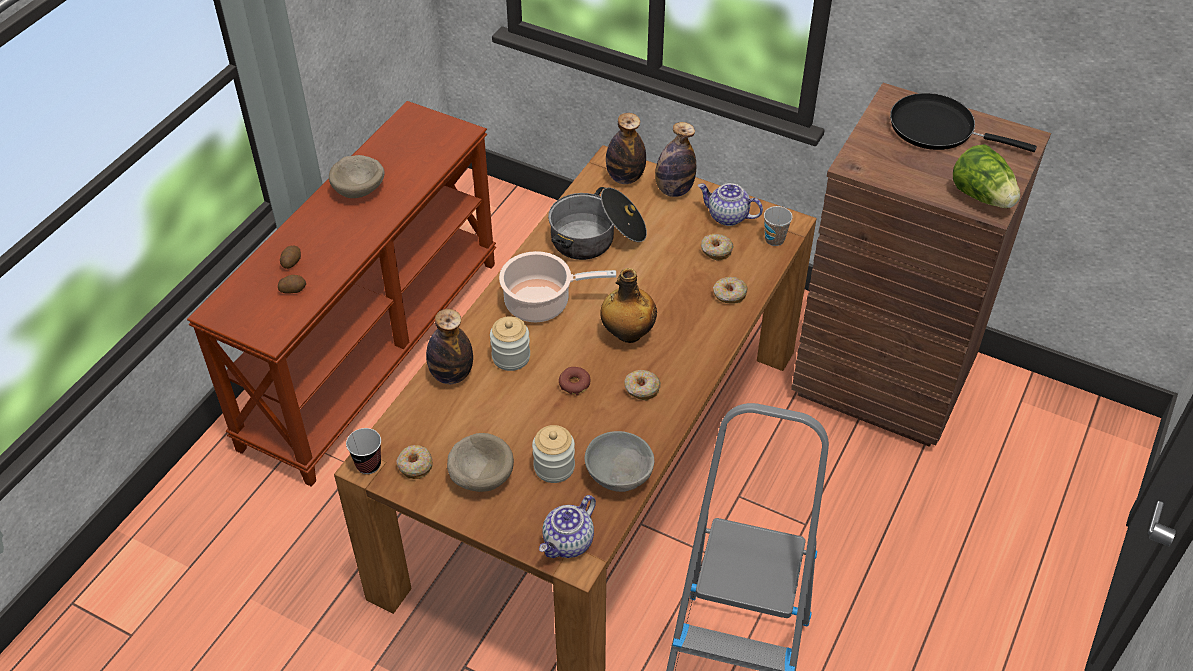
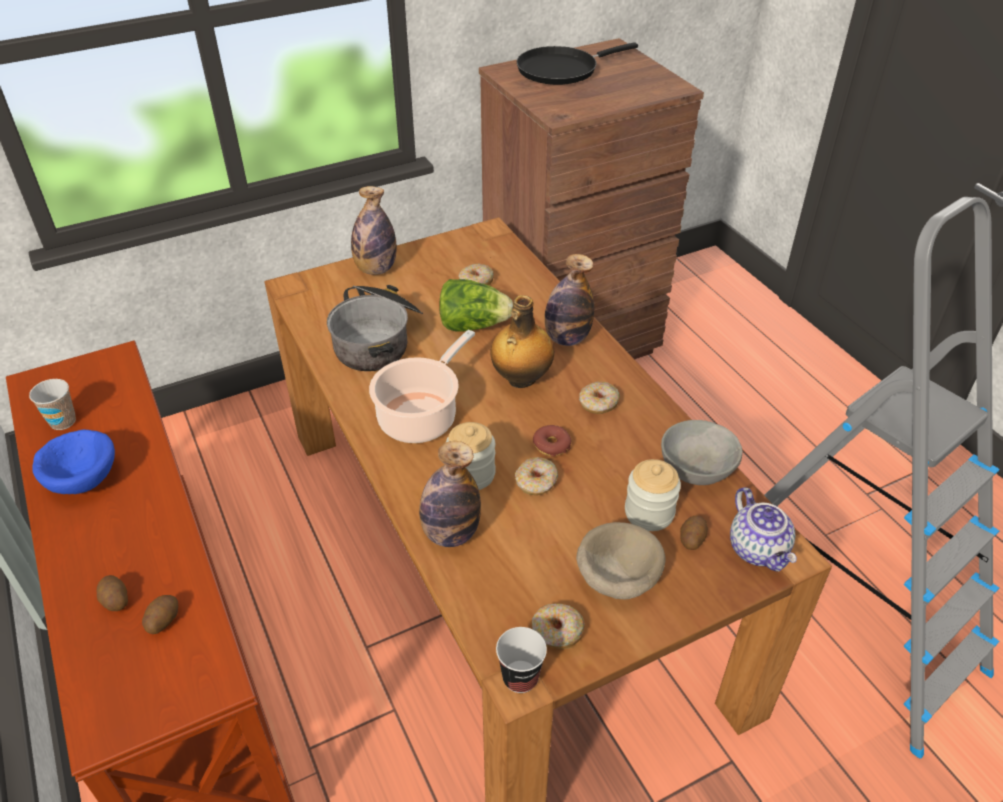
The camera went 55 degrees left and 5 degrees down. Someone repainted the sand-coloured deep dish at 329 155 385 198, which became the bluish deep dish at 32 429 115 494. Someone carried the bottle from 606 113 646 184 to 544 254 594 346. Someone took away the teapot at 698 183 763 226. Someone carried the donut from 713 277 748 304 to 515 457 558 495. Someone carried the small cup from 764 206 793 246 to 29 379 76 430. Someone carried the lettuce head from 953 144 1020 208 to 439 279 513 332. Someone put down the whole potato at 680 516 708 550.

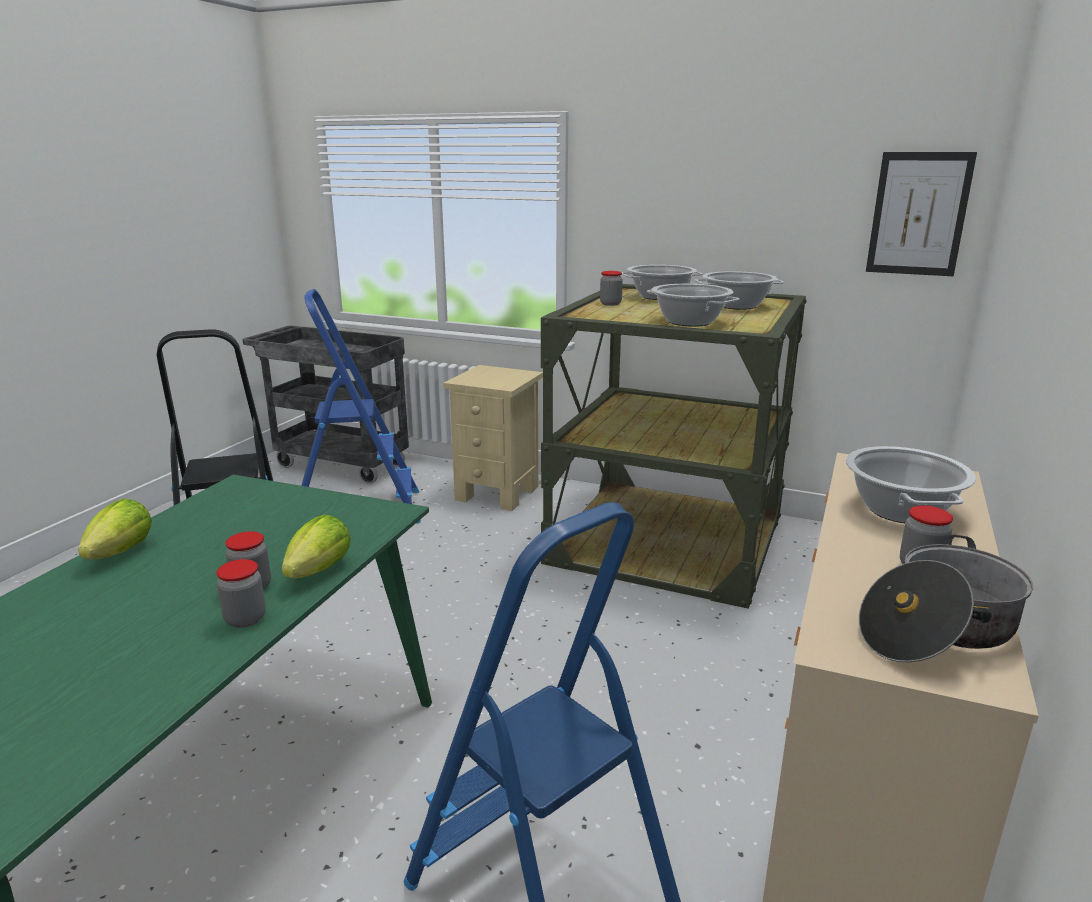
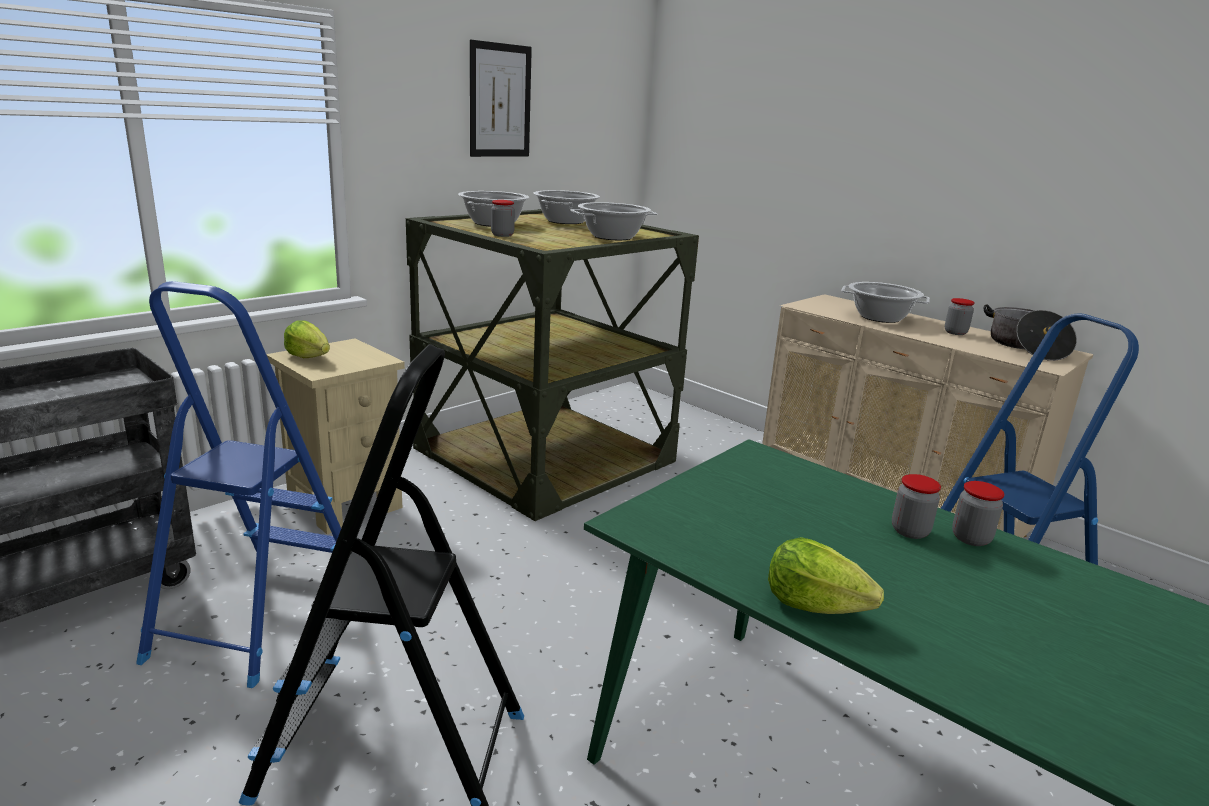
The camera went 70 degrees left and 0 degrees up. Someone carried the lettuce head from 282 515 351 578 to 284 320 330 358. Someone carried the wall picture from 866 152 977 276 to 470 40 532 157.

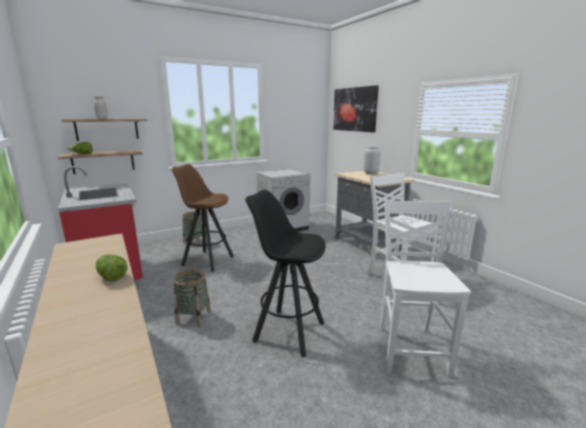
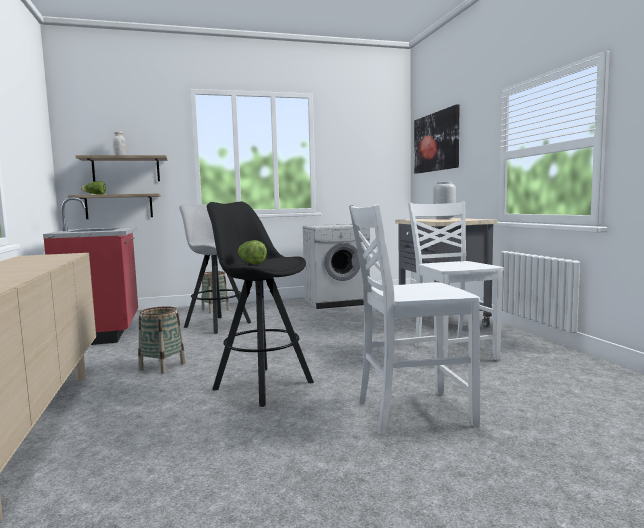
The camera went 15 degrees right and 10 degrees down. Someone carried the lettuce head from 96 254 128 281 to 238 240 267 265. Someone repainted the brown-coloured stool at 171 164 234 272, which became the greyish stool at 179 204 251 334. Someone rotated the whitish plain chair at 379 200 471 377 by 120 degrees counterclockwise.

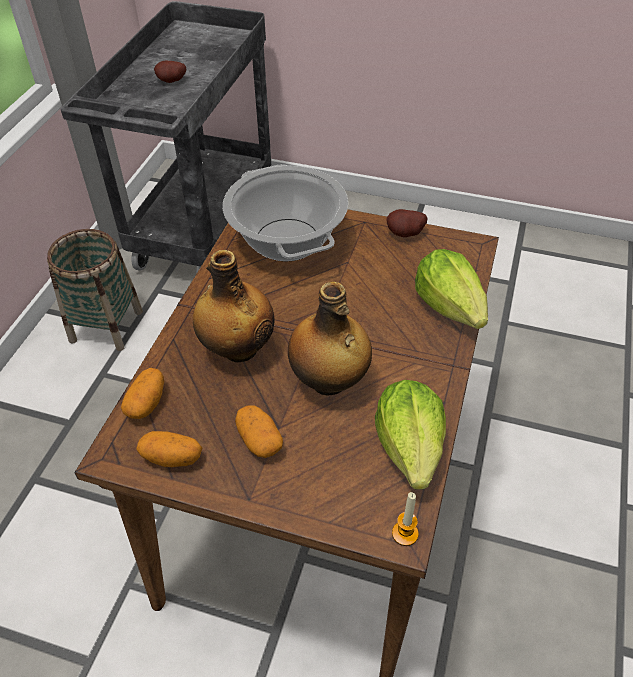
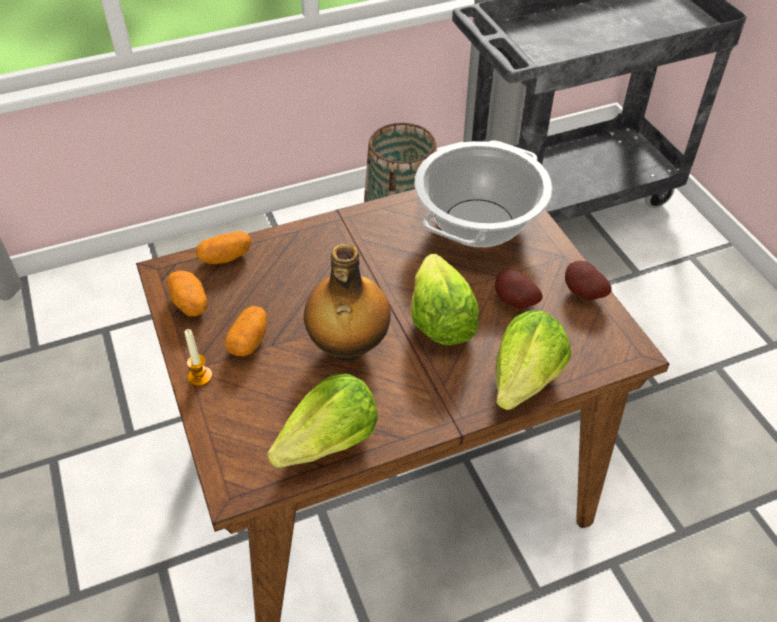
The camera went 50 degrees right and 0 degrees up. Someone carried the whole potato from 154 61 187 83 to 495 270 543 309. Someone took away the bottle at 193 250 274 362. Someone carried the wax light from 392 492 419 546 to 184 329 212 386. Someone put down the lettuce head at 411 254 479 345.

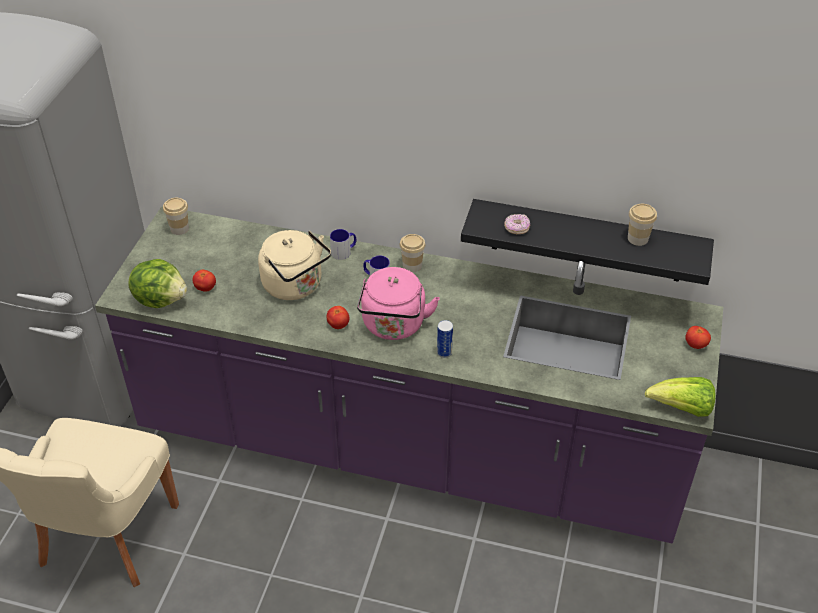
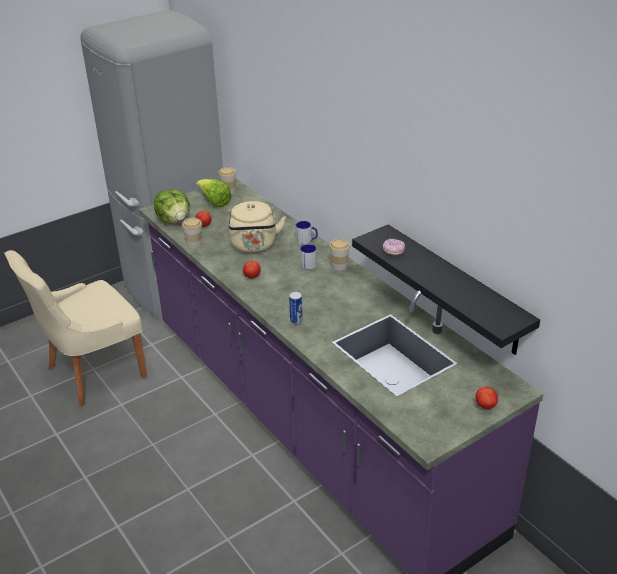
The camera went 40 degrees right and 10 degrees down. Someone took away the pinkish kettle at 357 267 440 340. Someone carried the small cup from 628 204 657 246 to 182 218 202 248. Someone carried the lettuce head from 645 377 715 417 to 196 179 231 207.

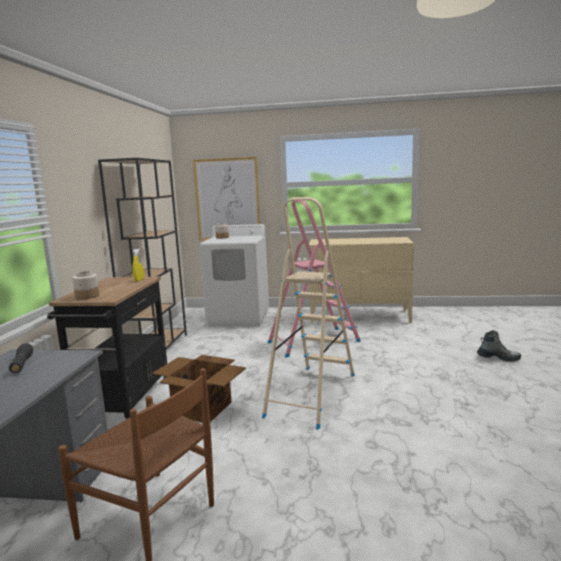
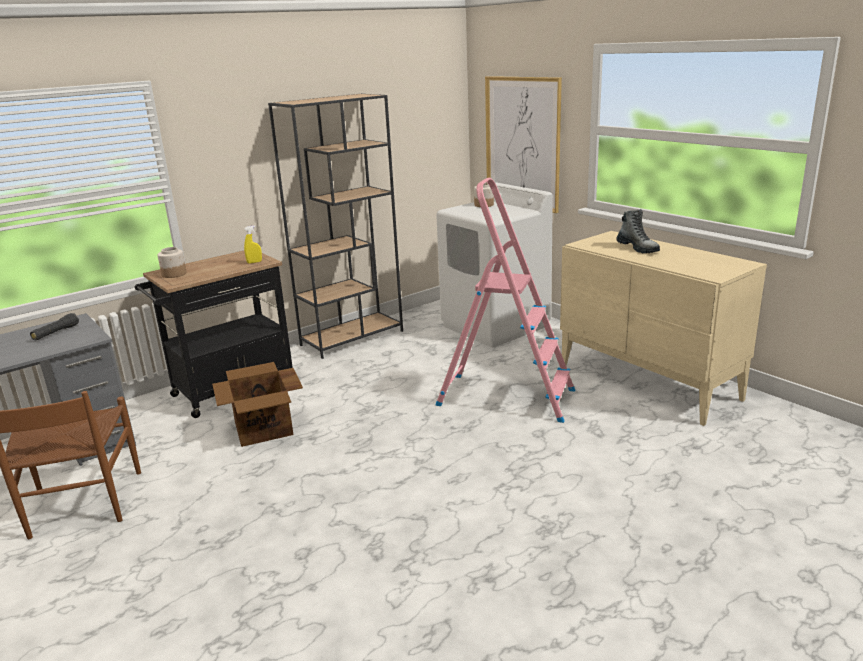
The camera went 45 degrees right and 10 degrees up. Someone took away the sand-coloured stepladder at 262 197 355 430. Someone carried the boot from 477 330 521 362 to 616 209 660 253.

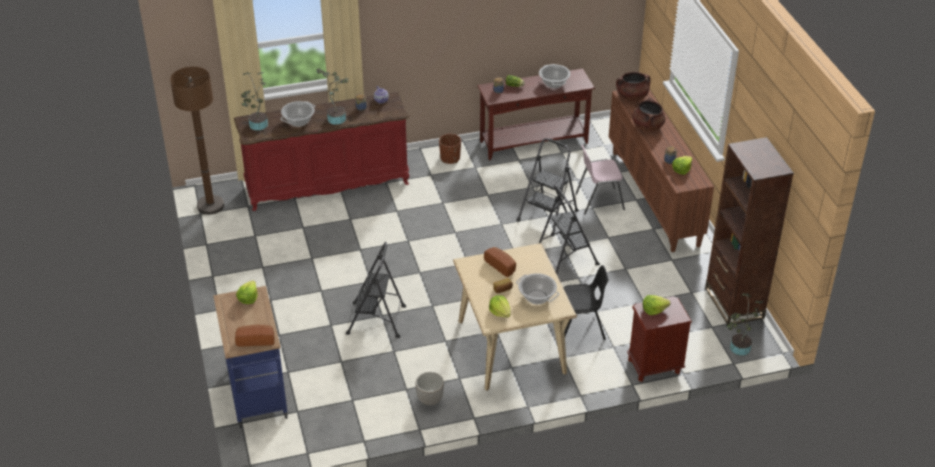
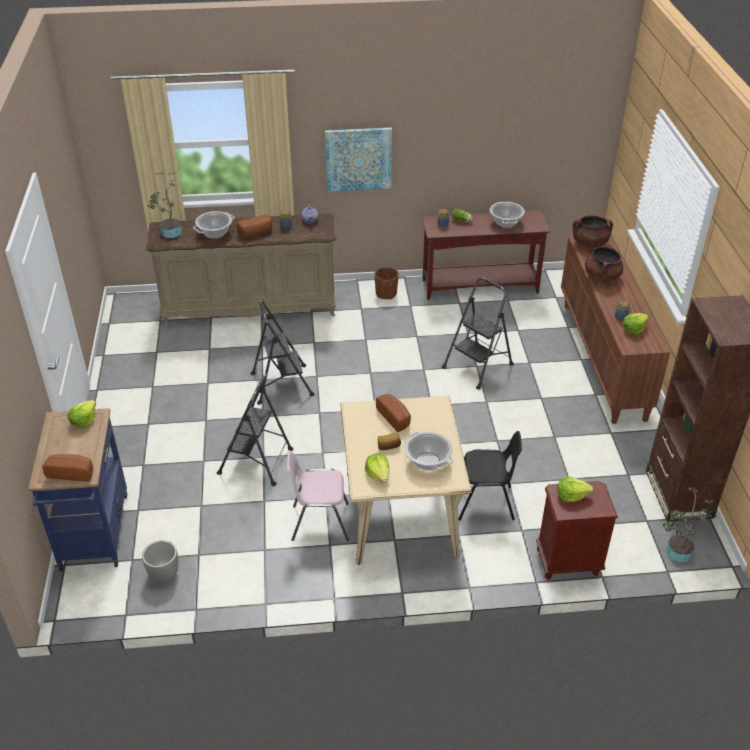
The camera went 10 degrees right and 0 degrees up. Someone took away the brown-coloured standing lamp at 170 67 224 215. Someone repainted the red-coloured cabinet at 234 92 410 211, which became the sand-coloured cabinet at 146 214 336 326. Someone swapped the potted plant at 316 68 349 125 for the baked bread at 237 214 272 237. Someone carried the plant pot from 415 372 444 405 to 142 540 178 581. Someone carried the blackish stepladder from 538 185 600 274 to 251 299 315 405. Someone carried the pinkish plain chair from 575 145 625 215 to 287 450 349 541. Someone put up the wall picture at 325 128 392 192.

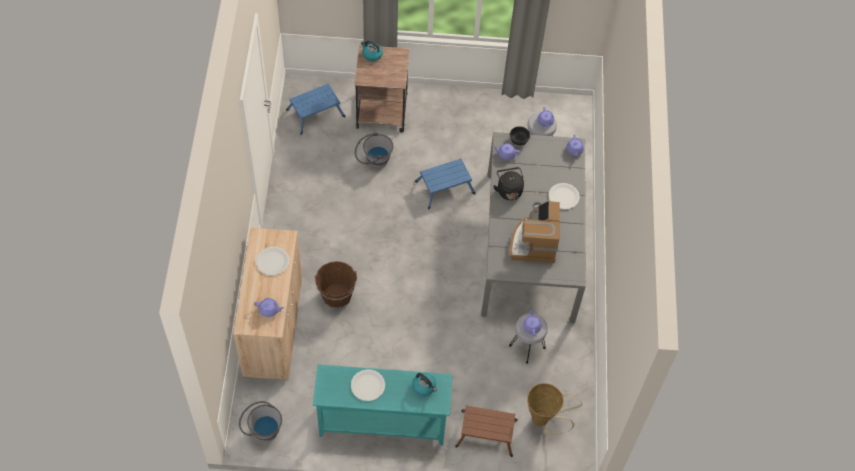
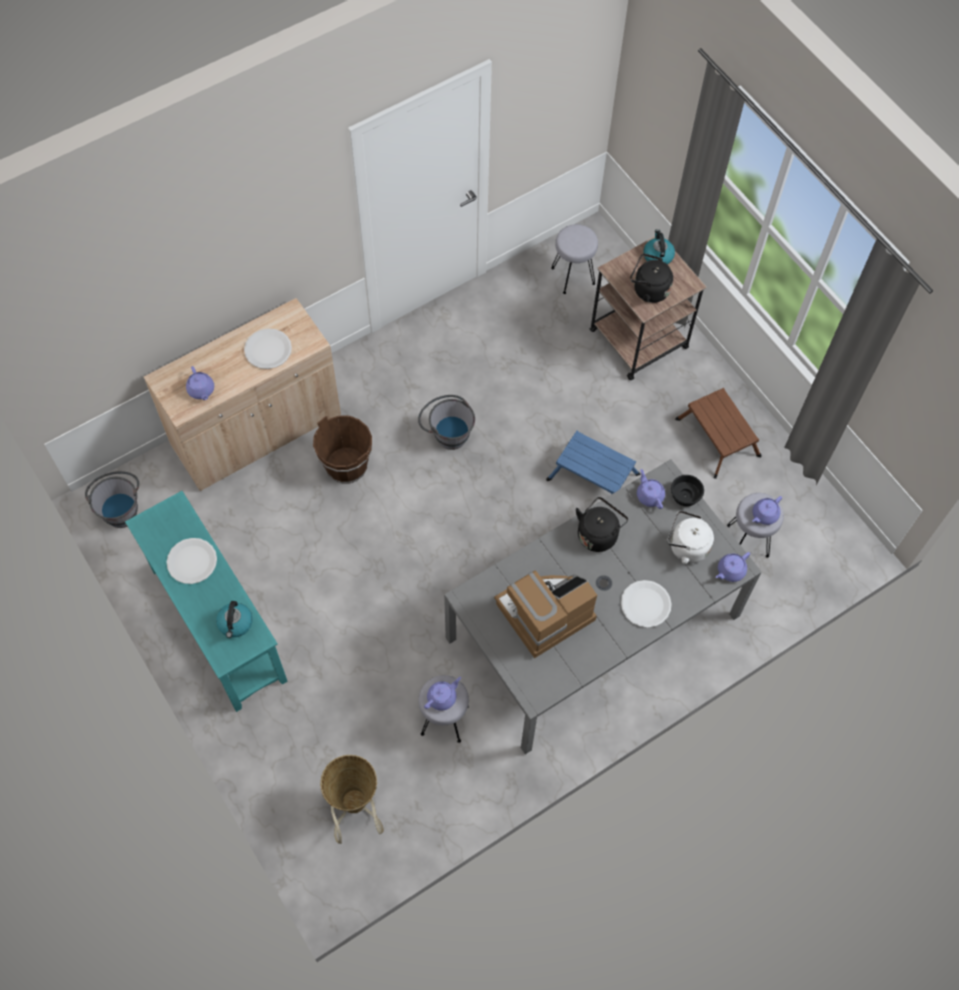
The camera went 55 degrees right and 5 degrees up. Someone swapped the bluish stepladder at 286 83 346 135 for the greyish stool at 551 224 598 294. Someone carried the greyish pail from 355 132 394 168 to 418 395 475 450. Someone carried the brown-coloured stepladder from 455 405 518 457 to 675 388 762 479. Someone put down the blackish kettle at 630 253 673 303. Someone put down the whitish kettle at 667 511 714 564.

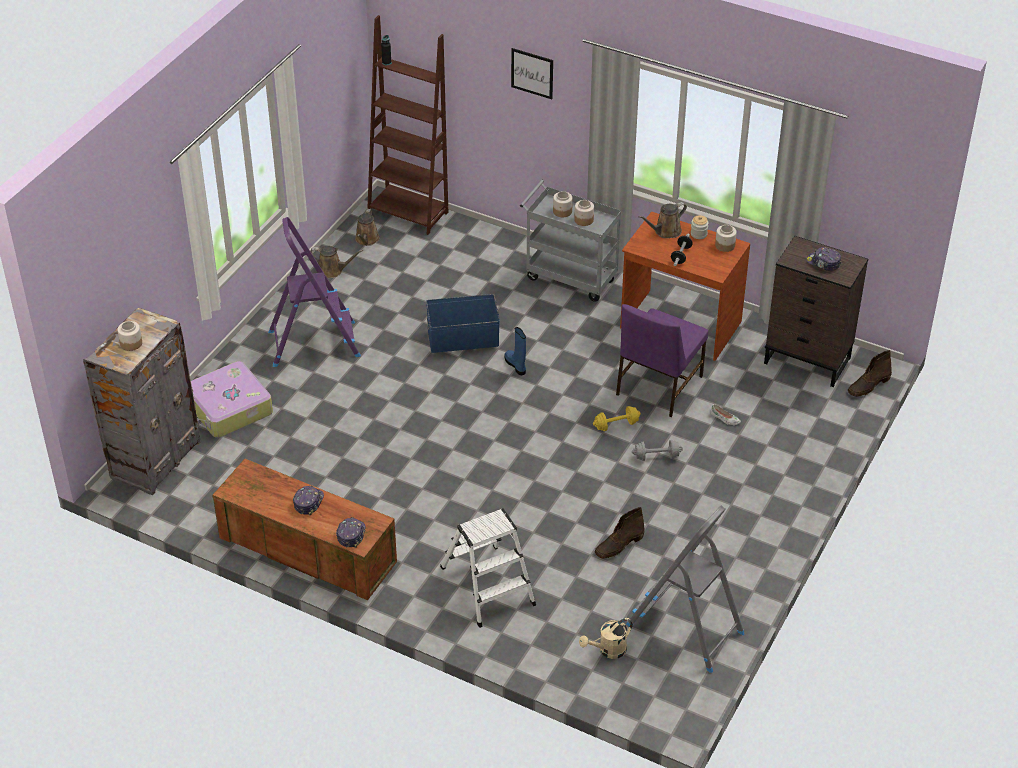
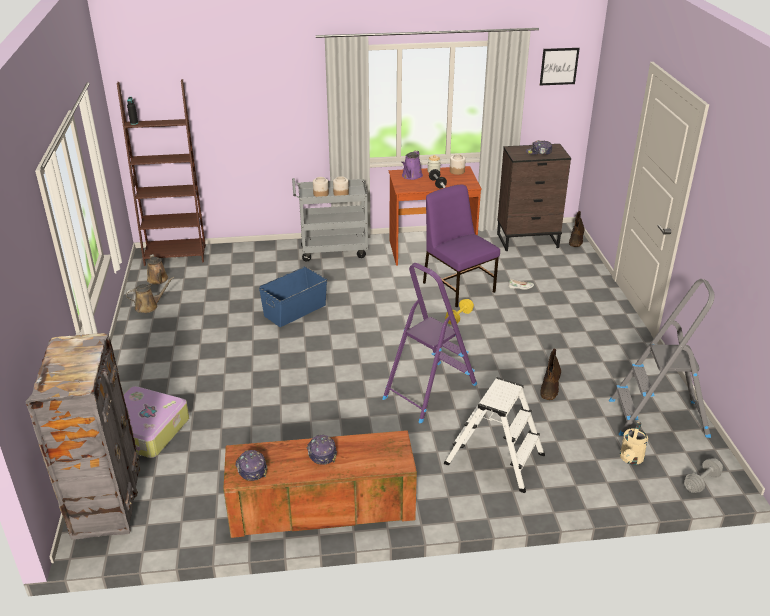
The camera went 35 degrees left and 10 degrees down. Someone took away the jar at 117 321 142 351. Someone carried the purple-coloured stepladder from 268 217 361 367 to 382 263 477 423. Someone carried the baseball cap from 336 517 366 548 to 235 450 267 481. Someone took away the bluish boot at 505 327 526 375. Someone carried the wall picture from 511 48 553 99 to 540 48 580 86. Someone rotated the purple-coloured plain chair at 616 304 708 417 by 150 degrees clockwise. Someone carried the greyish dumbbell from 632 440 683 461 to 684 458 723 493. Someone repainted the brown-coloured watering can at 638 202 687 238, which became the purple-coloured watering can at 401 151 423 180.

